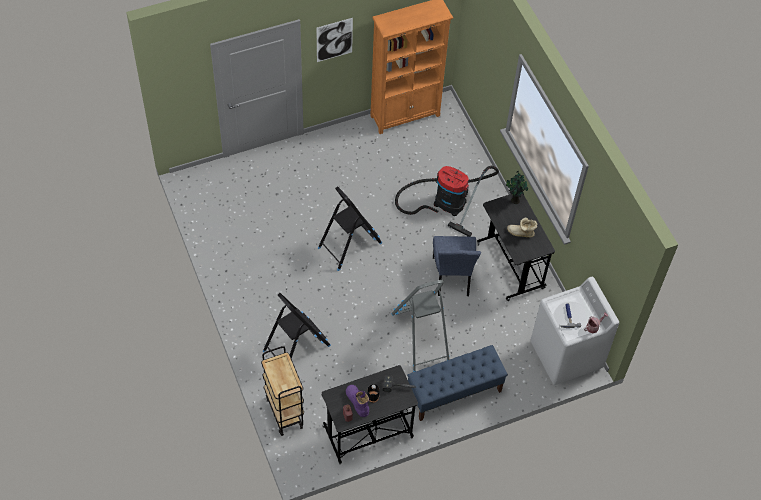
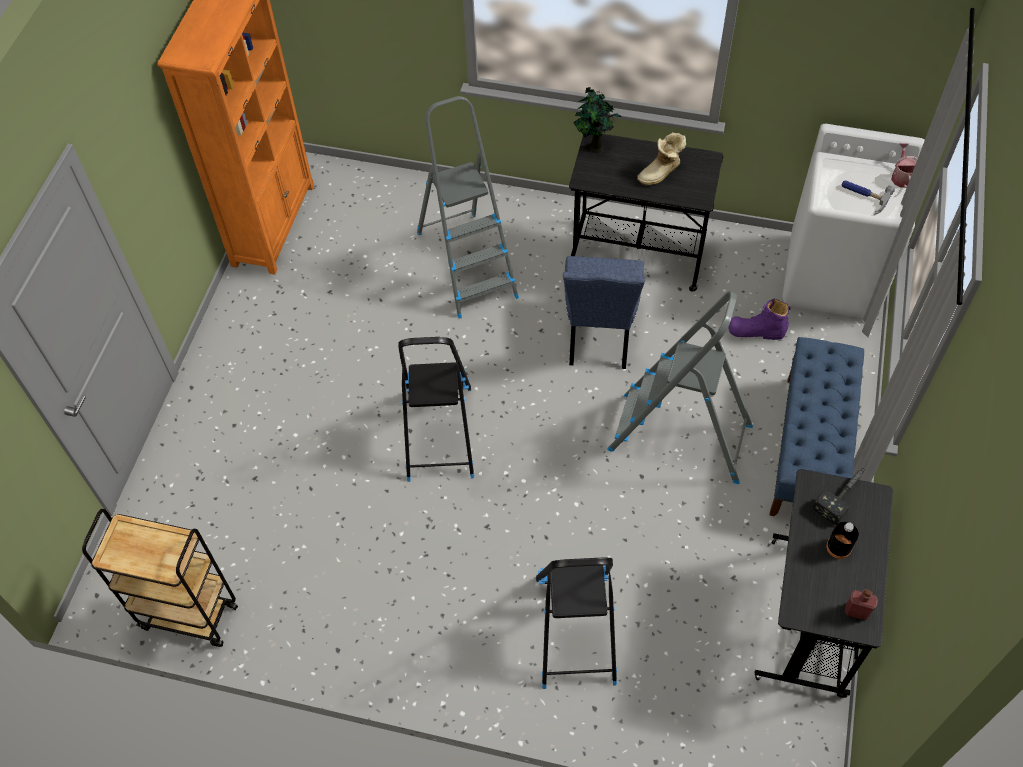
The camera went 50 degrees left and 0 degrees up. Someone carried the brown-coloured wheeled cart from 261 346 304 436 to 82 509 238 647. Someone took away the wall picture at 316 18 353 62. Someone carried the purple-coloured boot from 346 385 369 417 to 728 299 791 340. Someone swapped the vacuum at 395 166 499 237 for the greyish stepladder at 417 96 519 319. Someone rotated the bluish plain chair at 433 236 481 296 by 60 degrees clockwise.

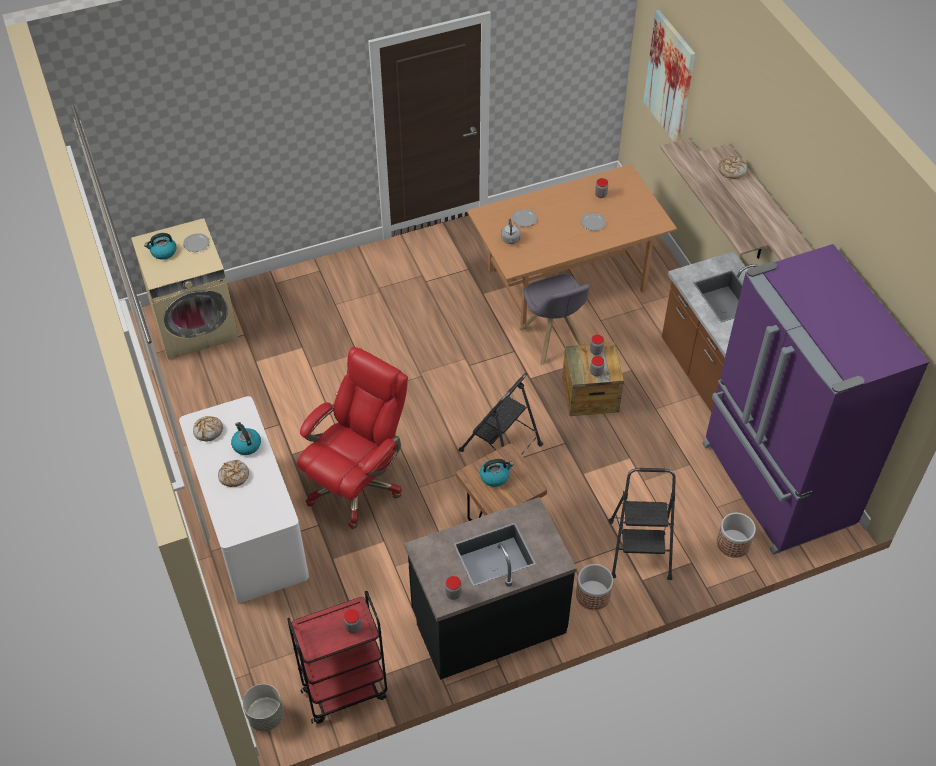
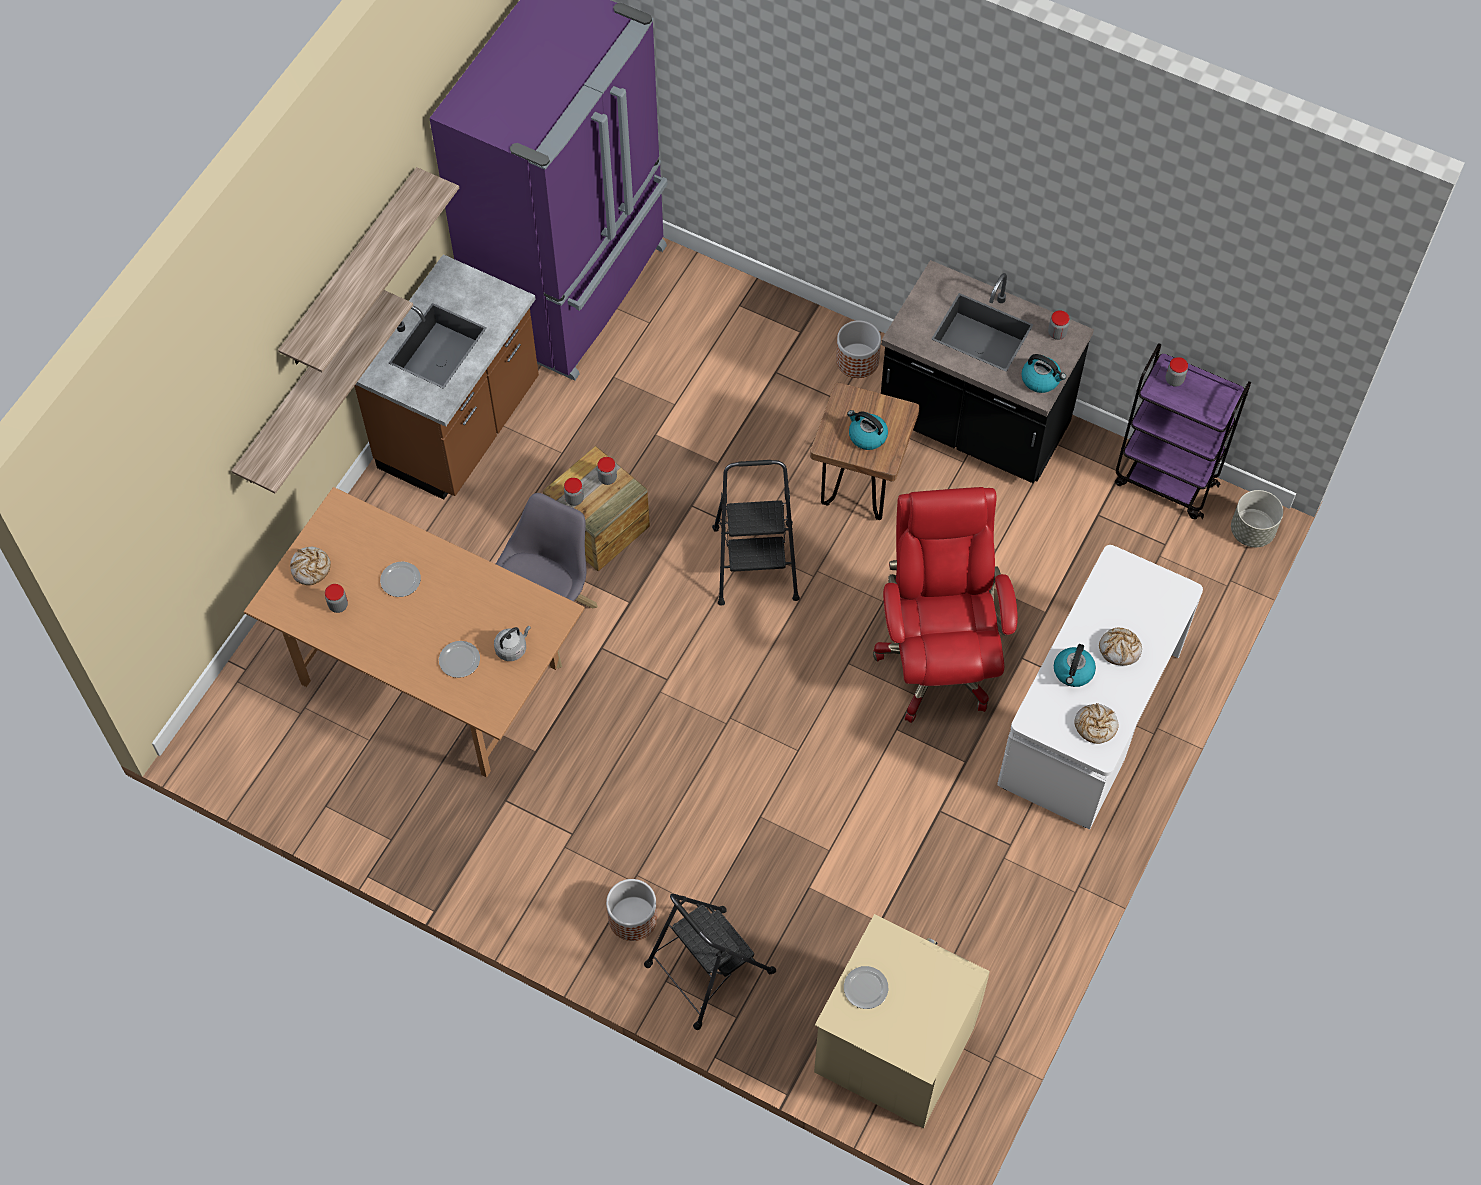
The camera went 130 degrees left and 10 degrees up. Someone carried the kettle from 144 233 176 260 to 1022 354 1066 393. Someone repainted the red-coloured wheeled cart at 287 591 387 724, which became the purple-coloured wheeled cart at 1115 343 1251 519. Someone rotated the red-coloured computer chair at 297 347 408 529 by 90 degrees clockwise. Someone carried the blackish stepladder from 608 468 676 580 to 644 894 776 1030. Someone took away the wall picture at 643 10 695 142. Someone carried the plant pot from 717 513 756 558 to 606 879 657 941. Someone carried the baked bread from 718 156 747 179 to 290 547 331 585.

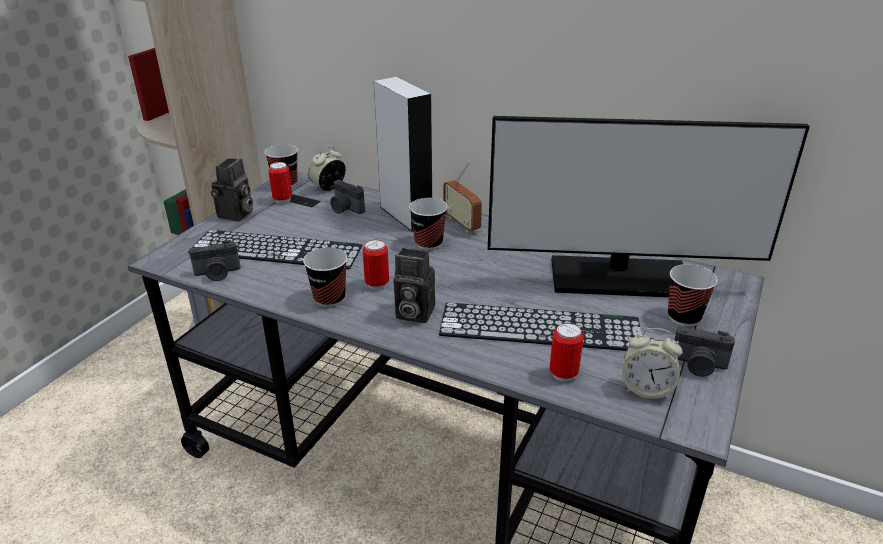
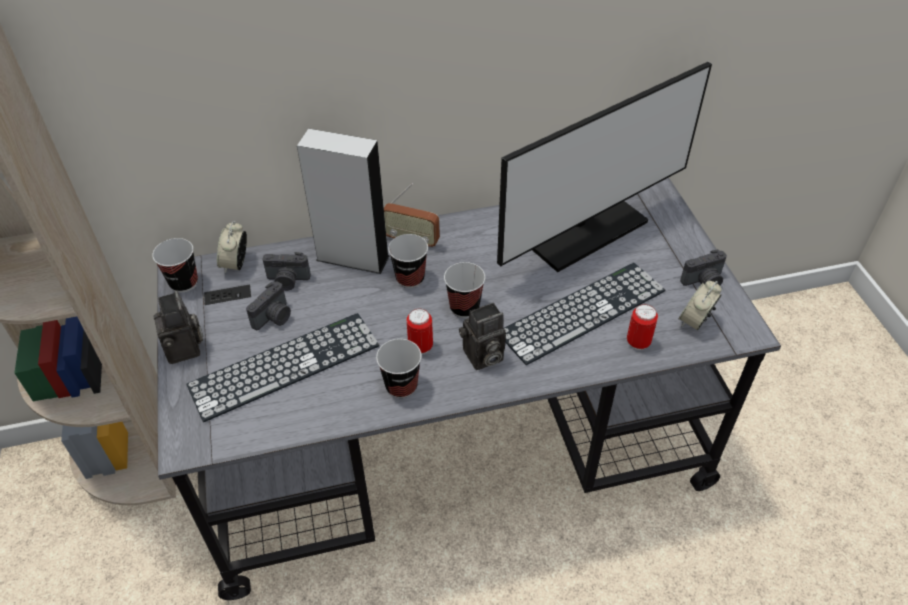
The camera went 40 degrees left and 15 degrees up. Someone carried the photo camera from 189 240 241 281 to 246 281 291 330. Someone took away the sealed can at 268 162 292 203. Someone rotated the bedside clock at 622 328 683 399 by 150 degrees clockwise. Someone carried the small cup from 668 264 718 327 to 444 262 485 318.

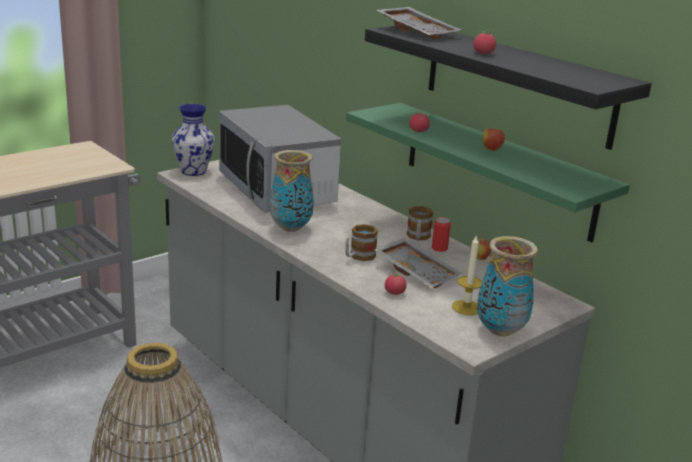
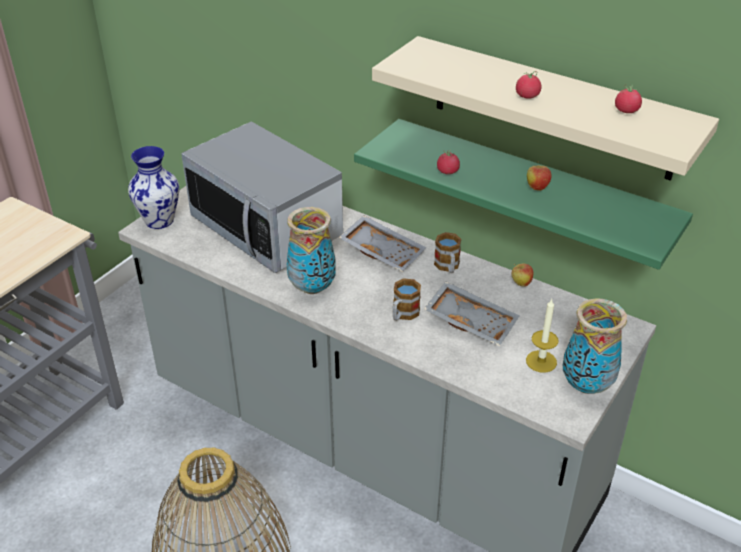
The camera went 15 degrees left and 15 degrees up. Someone repainted the blackish shelf at 365 26 652 150, which became the sand-coloured shelf at 372 36 719 181. Someone carried the greyish serving tray from 377 7 462 40 to 338 215 427 272. Someone carried the tomato from 385 270 407 295 to 615 84 642 113. Someone took away the sealed can at 432 217 451 252.

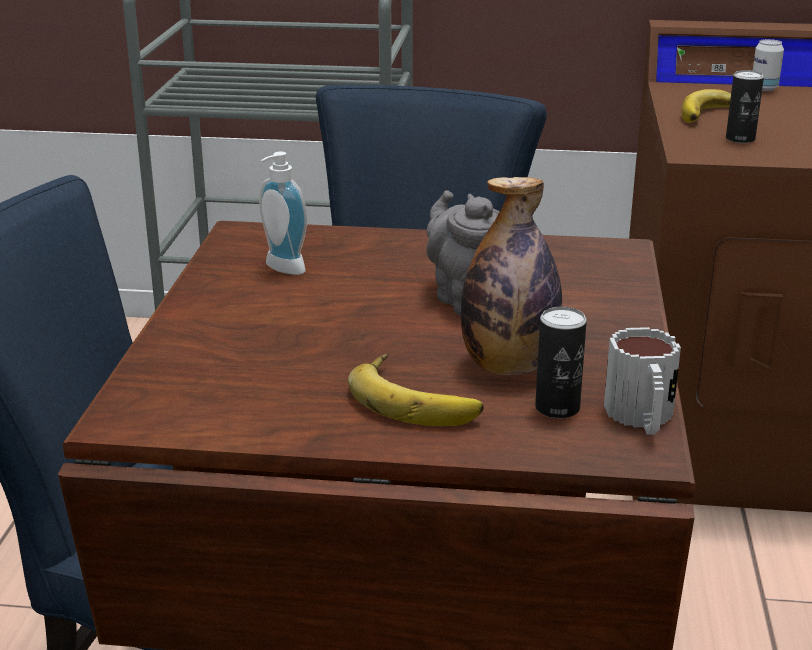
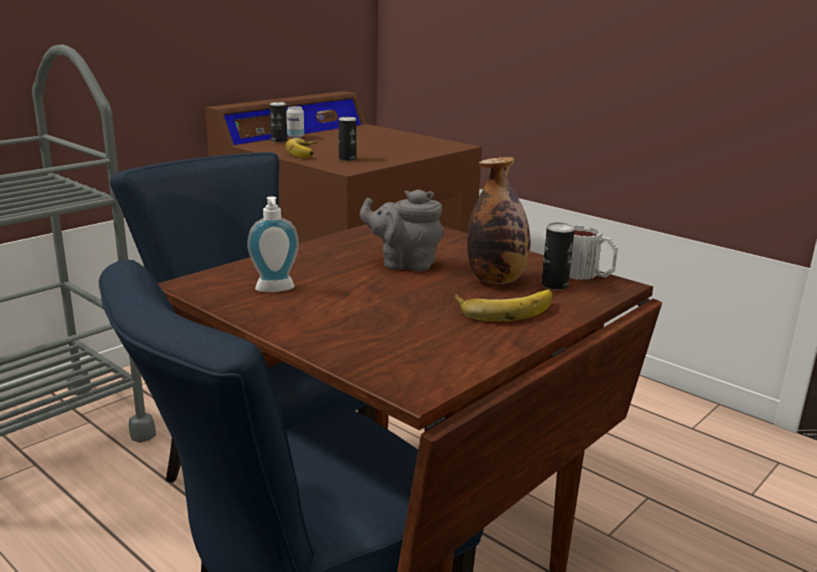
The camera went 55 degrees left and 5 degrees down. Someone put down the sealed can at 270 102 287 142.

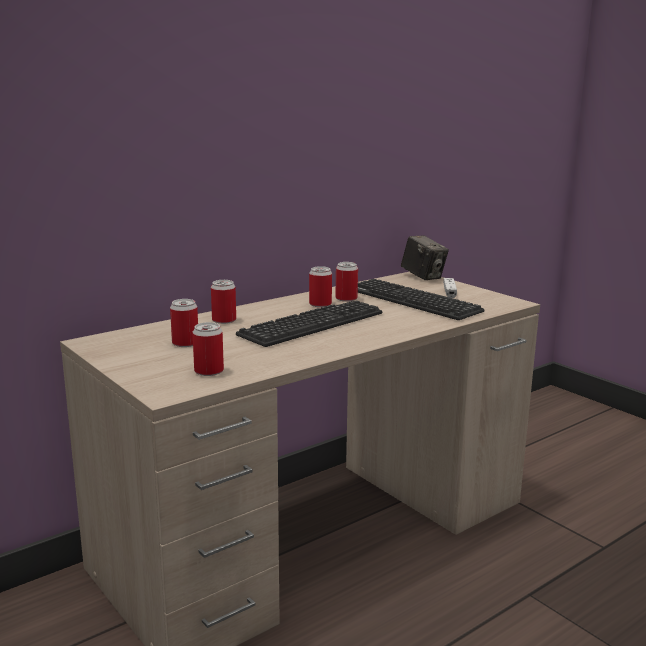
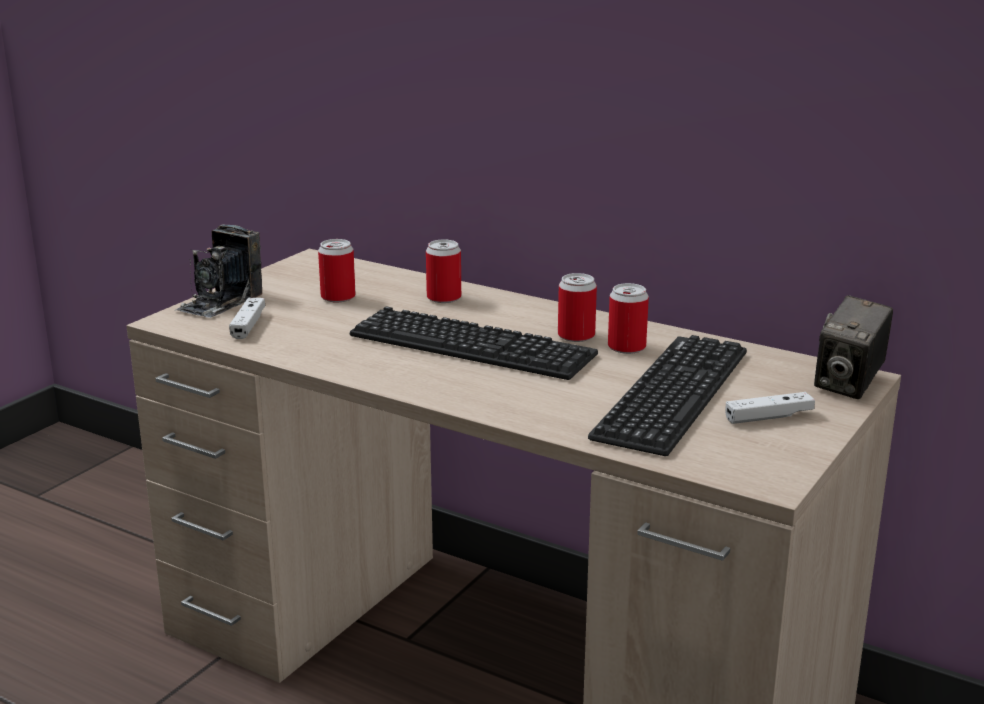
The camera went 70 degrees right and 5 degrees up. Someone swapped the sealed can at 192 322 224 376 for the whitish gamepad at 229 298 265 339. Someone put down the photo camera at 175 224 262 318.

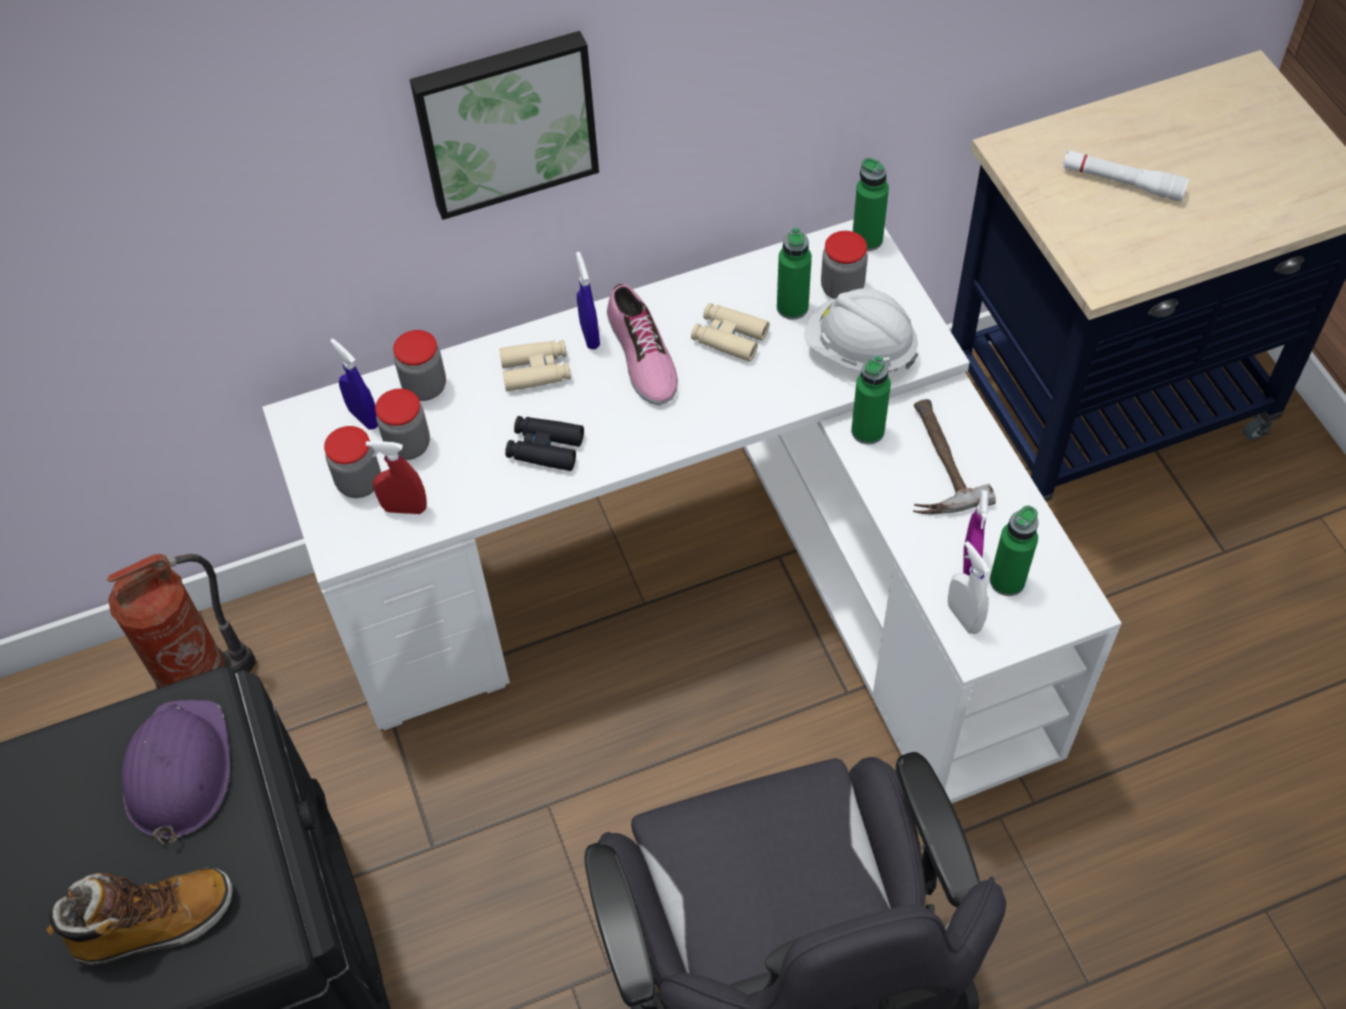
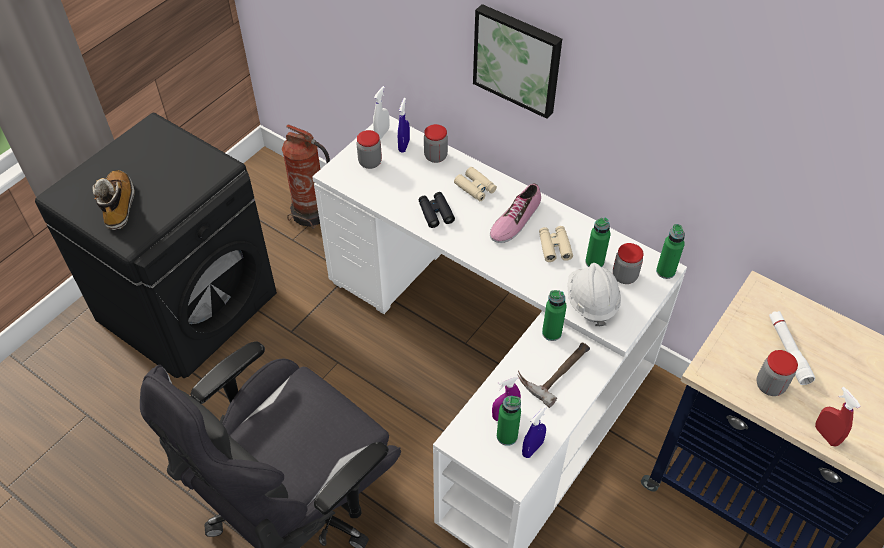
The camera went 55 degrees right and 5 degrees down. Someone rotated the boot at 46 868 233 965 by 135 degrees counterclockwise. Someone took away the purple-coloured work helmet at 122 700 230 846. Someone carried the red-coloured spray bottle from 366 441 427 514 to 815 387 860 447. Someone carried the jar from 375 388 430 460 to 756 350 798 396. Someone carried the bluish spray bottle from 576 252 600 349 to 522 405 547 458. Someone carried the whitish spray bottle from 948 541 990 634 to 373 86 389 139.

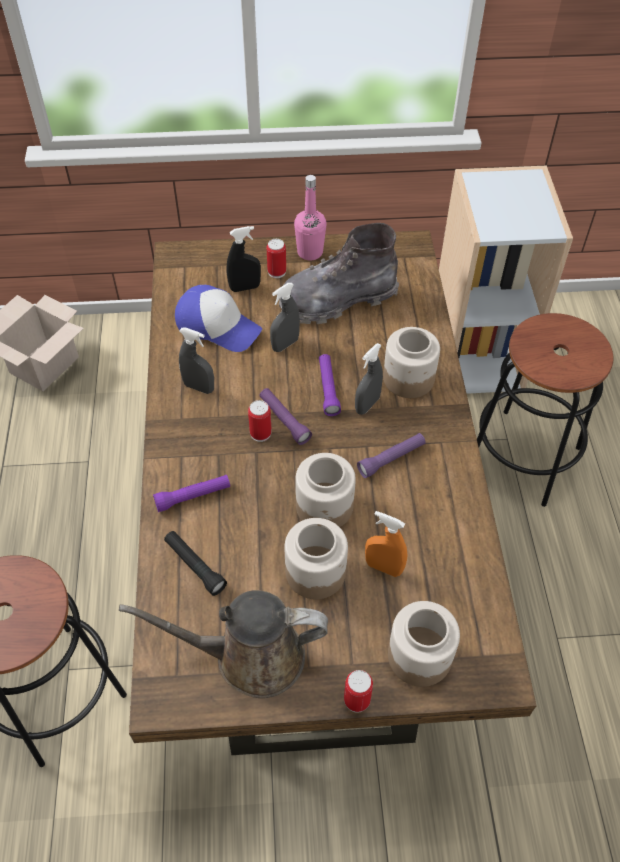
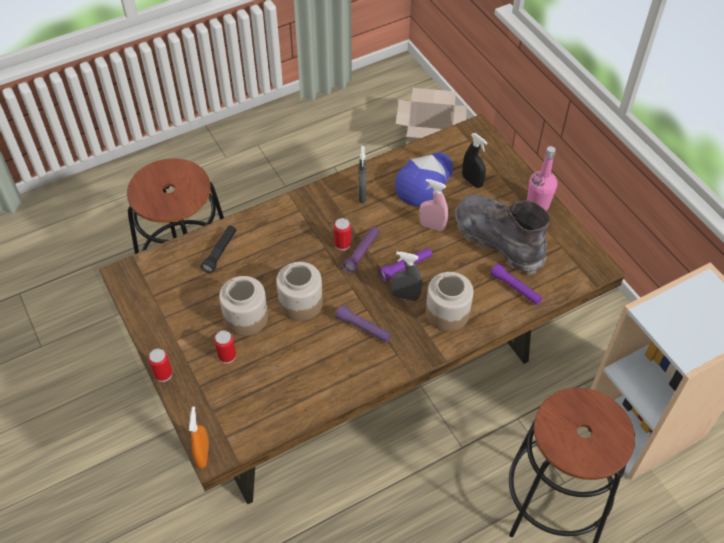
The camera went 65 degrees right and 0 degrees up. Someone took away the brown-coloured watering can at 119 590 328 698. Someone carried the purple-coloured flashlight from 153 475 230 512 to 490 263 543 305. Someone rotated the baseball cap at 175 285 262 352 by 150 degrees counterclockwise. Someone carried the sealed can from 266 239 286 278 to 214 330 236 364. Someone repainted the greyish spray bottle at 270 283 300 352, which became the pinkish spray bottle at 419 179 448 231. Someone carried the orange spray bottle from 365 511 407 577 to 189 406 209 468. Someone took away the jar at 388 601 460 687.

